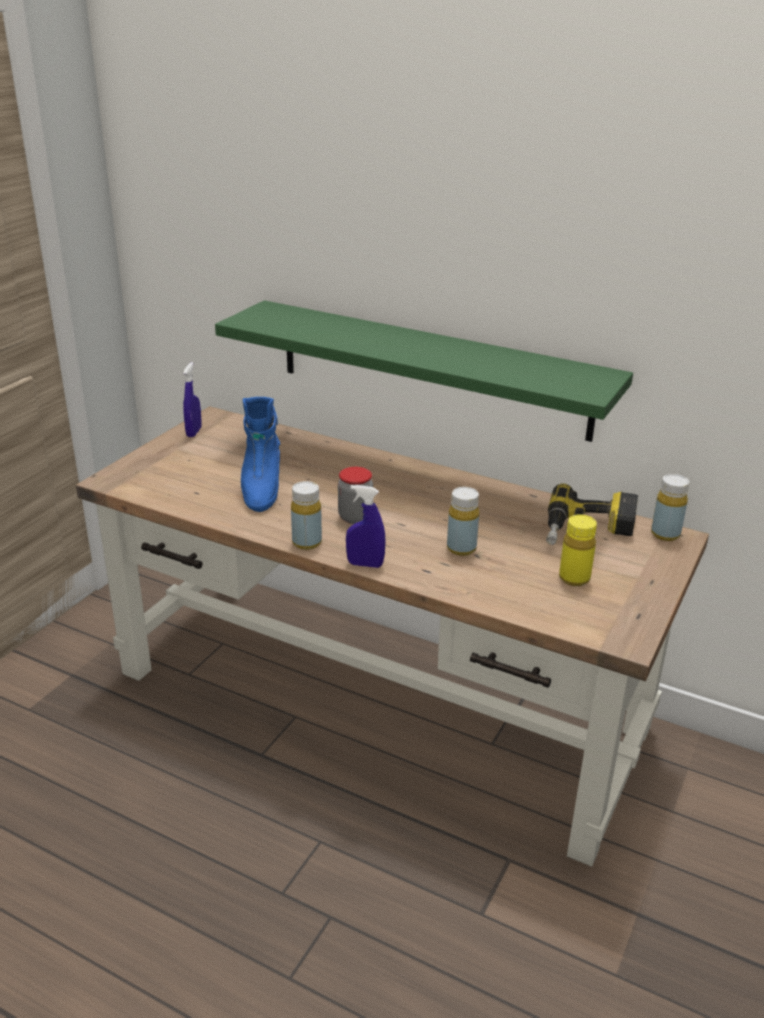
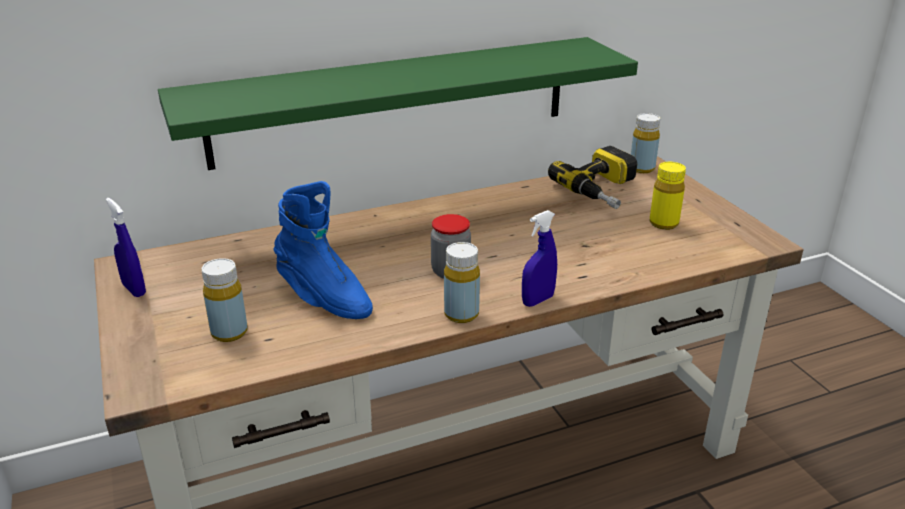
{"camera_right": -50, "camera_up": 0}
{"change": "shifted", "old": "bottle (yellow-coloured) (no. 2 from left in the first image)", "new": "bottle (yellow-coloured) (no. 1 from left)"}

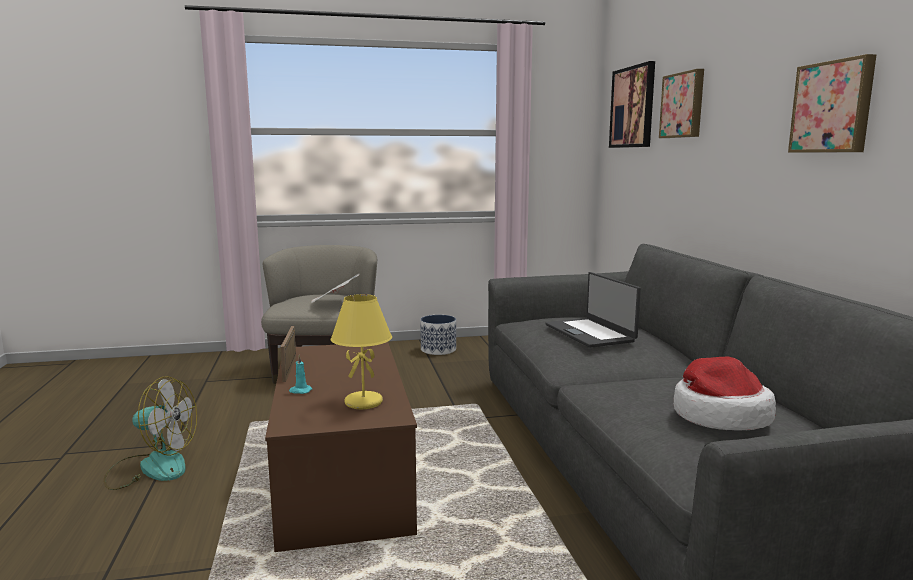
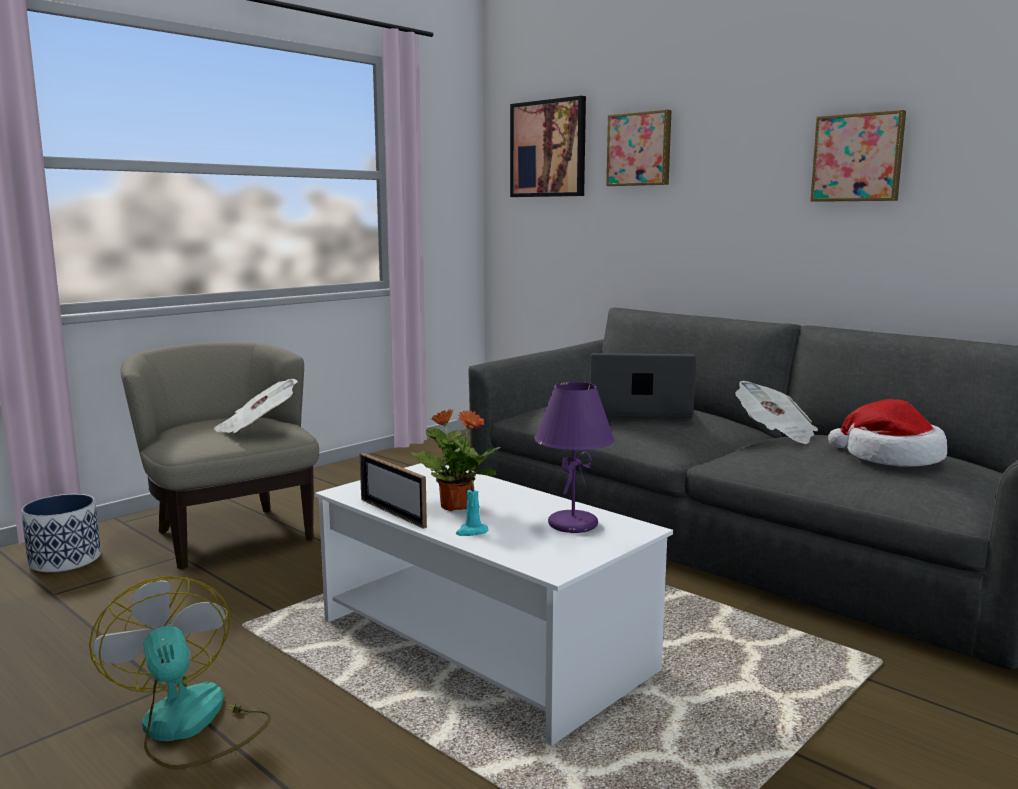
{"camera_right": -35, "camera_up": 0}
{"change": "rotated", "old": "fan", "degrees": -90}
{"change": "repainted", "old": "lounge table (brownish)", "new": "lounge table (white-coloured)"}
{"change": "repainted", "old": "table lamp (yellow-coloured)", "new": "table lamp (purple)"}
{"change": "shifted", "old": "plant pot"}
{"change": "rotated", "old": "notebook computer", "degrees": 150}
{"change": "new", "new": "plant in a pot"}
{"change": "new", "new": "newspaper (no. 2 from left)"}

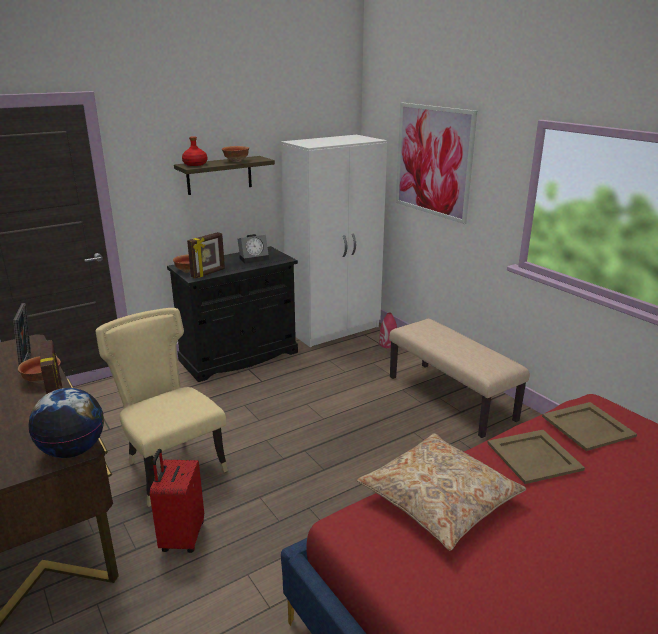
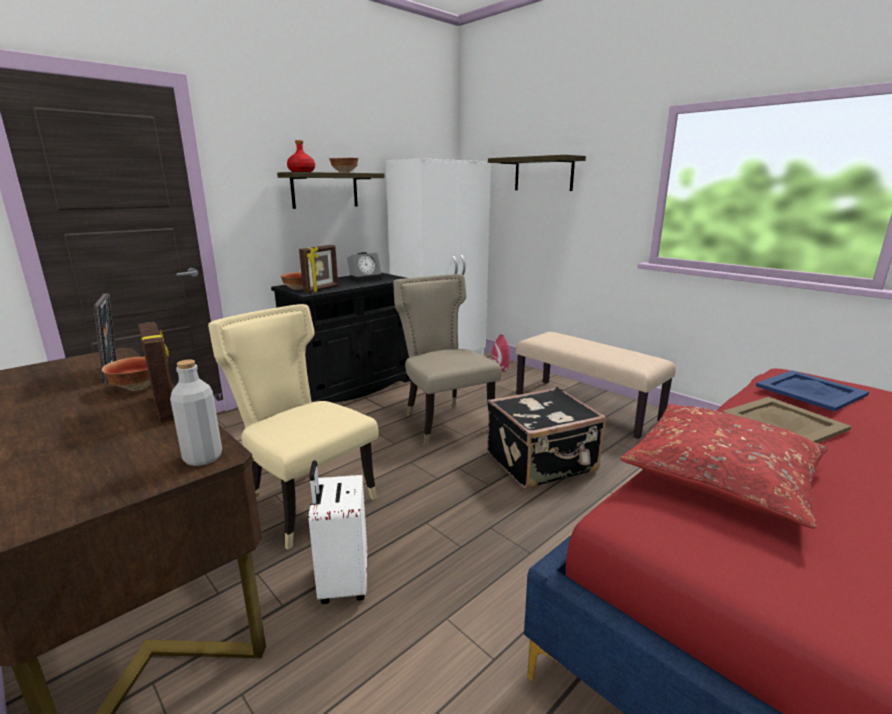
{"camera_right": -10, "camera_up": -5}
{"change": "swapped", "old": "desk globe", "new": "bottle (grey)"}
{"change": "repainted", "old": "travel case (red)", "new": "travel case (white-coloured)"}
{"change": "repainted", "old": "cushion (beige)", "new": "cushion (red)"}
{"change": "swapped", "old": "wall art", "new": "shelf (no. 2 from left)"}
{"change": "repainted", "old": "serving tray (beige) (no. 2 from left)", "new": "serving tray (blue-coloured)"}
{"change": "new", "new": "plain chair (beige) (no. 2 from left)"}
{"change": "new", "new": "travel case (black)"}

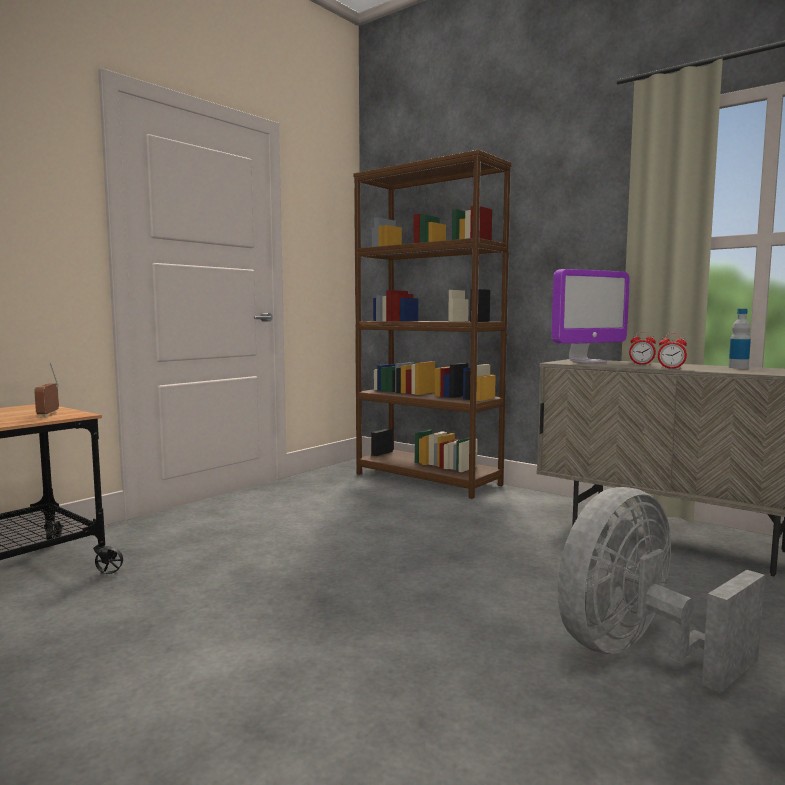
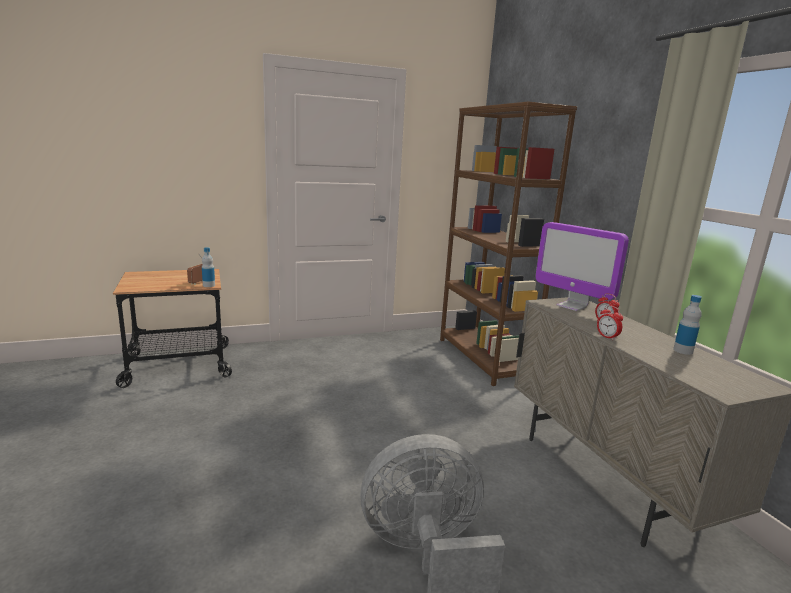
{"camera_right": 30, "camera_up": 10}
{"change": "rotated", "old": "computer display", "degrees": 45}
{"change": "new", "new": "bottle (no. 1 from left)"}

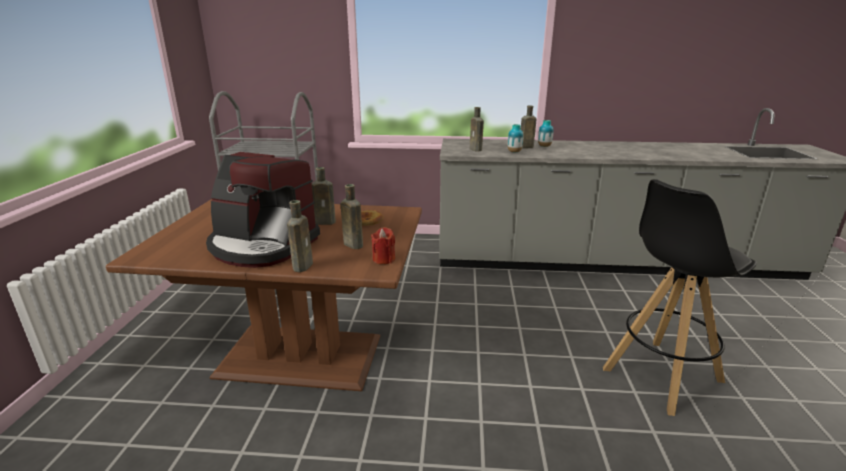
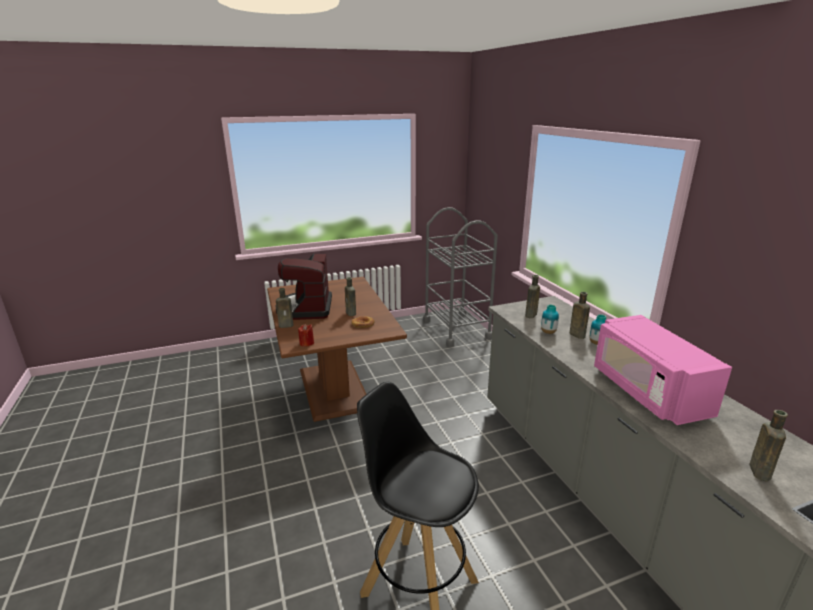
{"camera_right": 65, "camera_up": 0}
{"change": "shifted", "old": "bottle (brownish) (no. 3 from left in the first image)", "new": "bottle (brownish) (no. 5 from left)"}
{"change": "new", "new": "microwave oven (pinkish)"}

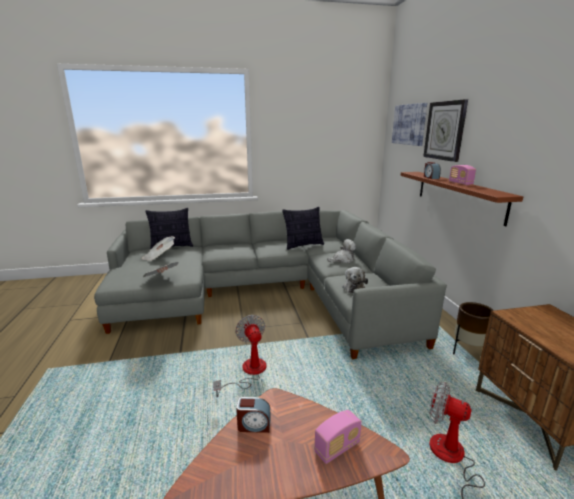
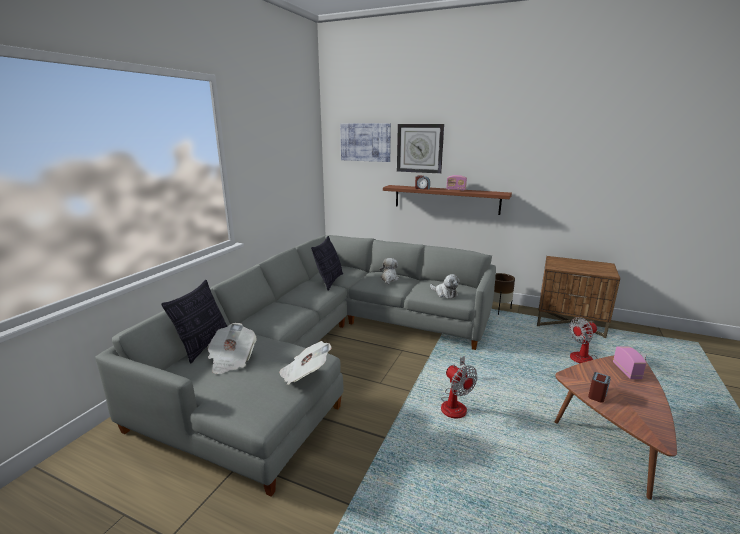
{"camera_right": -55, "camera_up": 0}
{"change": "rotated", "old": "fan (no. 1 from left)", "degrees": -135}

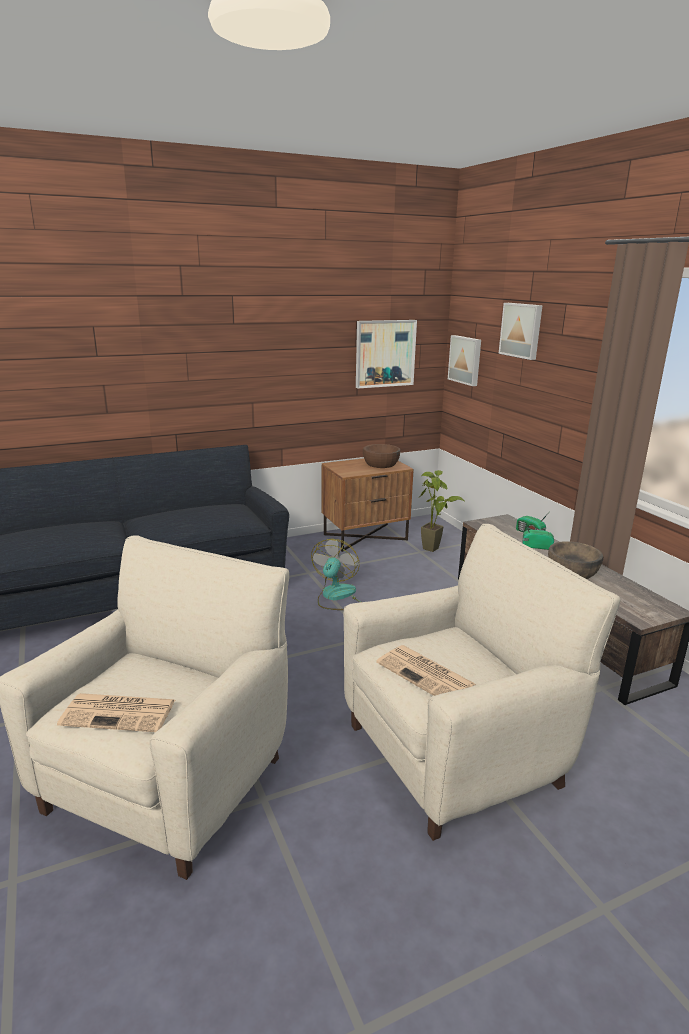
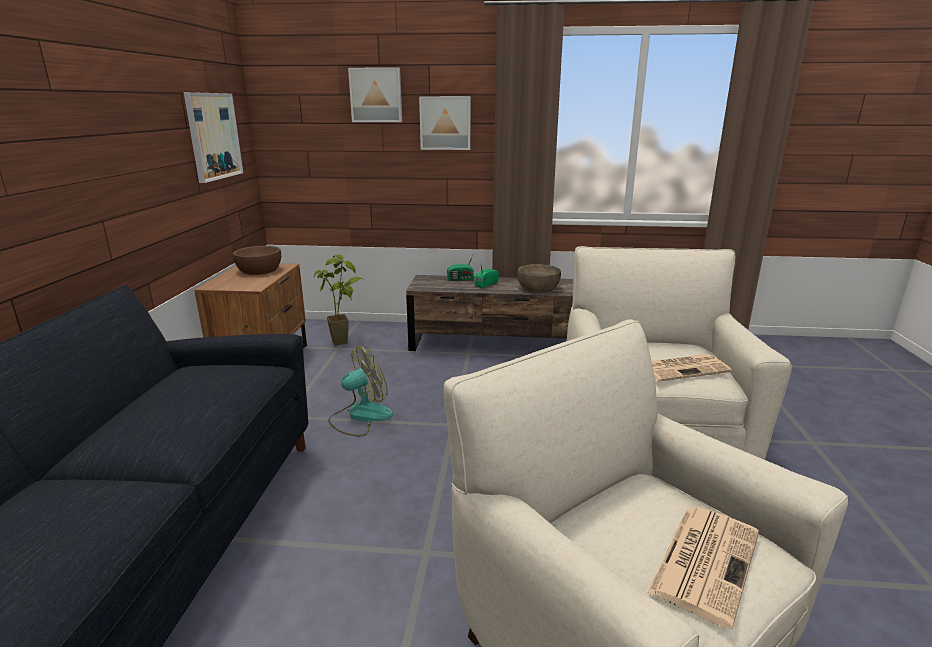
{"camera_right": -60, "camera_up": 0}
{"change": "rotated", "old": "fan", "degrees": 105}
{"change": "shifted", "old": "wall art (no. 2 from left in the first image)", "new": "wall art (no. 3 from left)"}

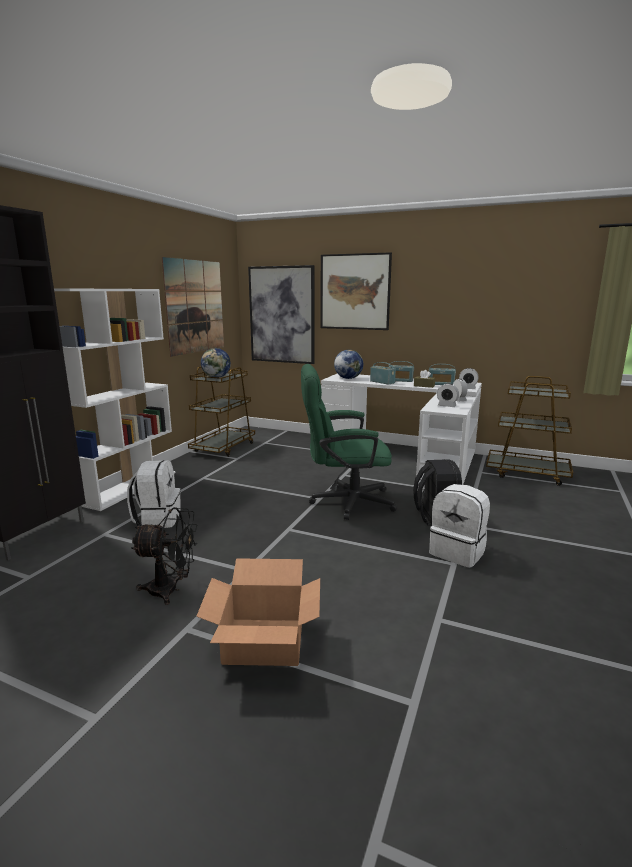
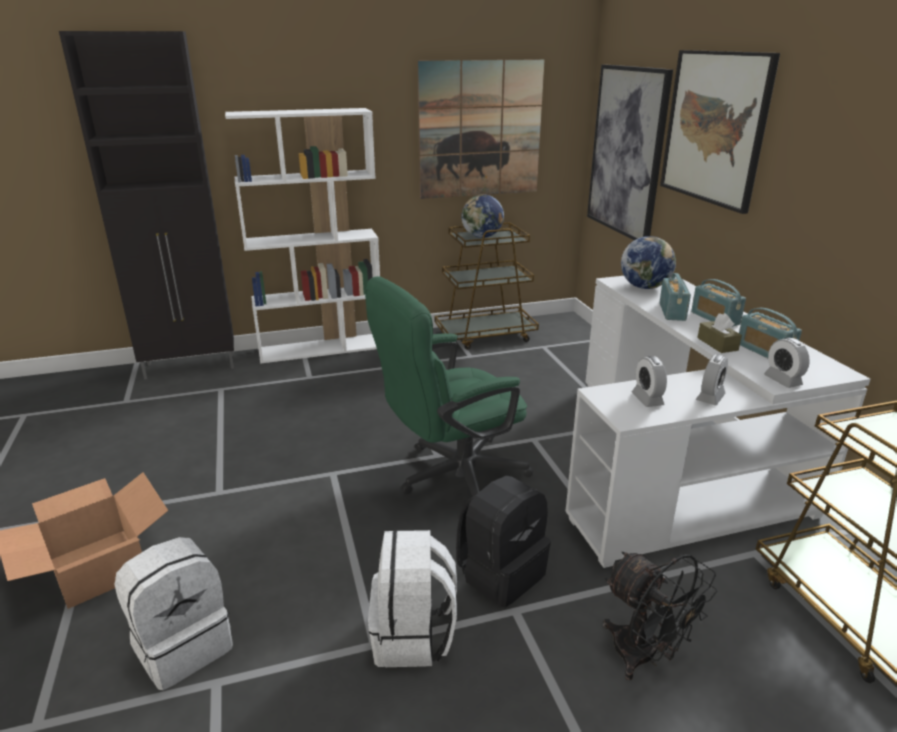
{"camera_right": 50, "camera_up": 10}
{"change": "shifted", "old": "knapsack (white-coloured) (no. 1 from left)"}
{"change": "shifted", "old": "fan (black)"}
{"change": "rotated", "old": "office chair (green)", "degrees": -75}

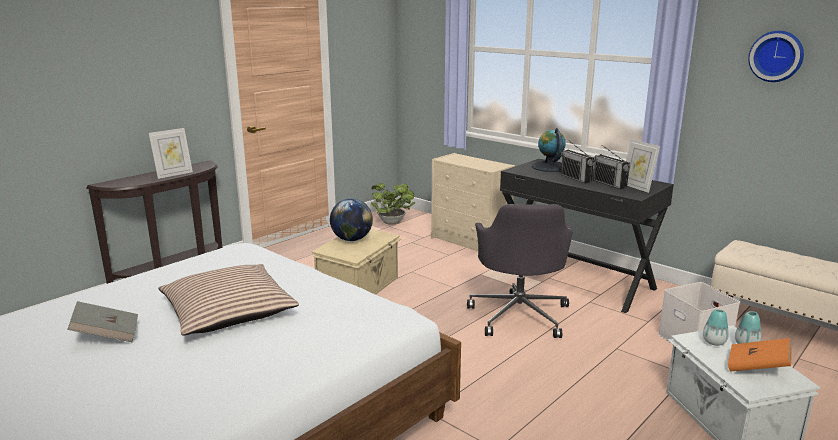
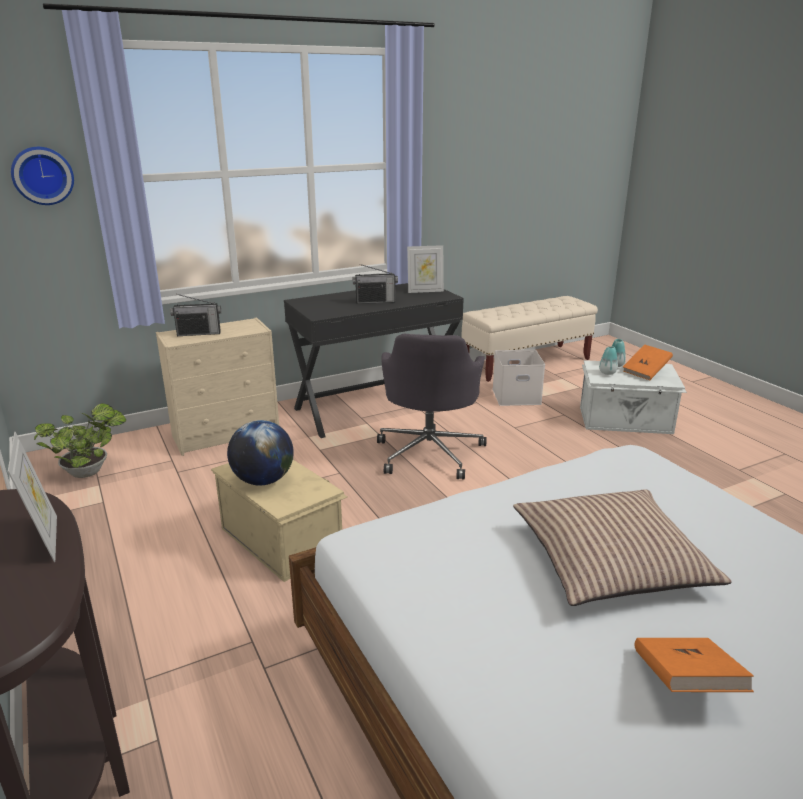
{"camera_right": -70, "camera_up": 5}
{"change": "repainted", "old": "volume (grey)", "new": "volume (orange-coloured) (no. 2 from left)"}
{"change": "rotated", "old": "office chair (grey)", "degrees": 75}
{"change": "gone", "old": "desk globe (no. 2 from left)"}
{"change": "shifted", "old": "radio (no. 2 from left in the first image)", "new": "radio (no. 1 from left)"}
{"change": "shifted", "old": "clock on the wall"}

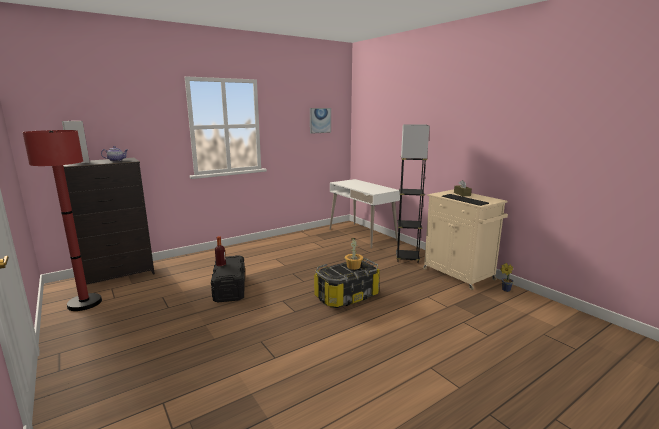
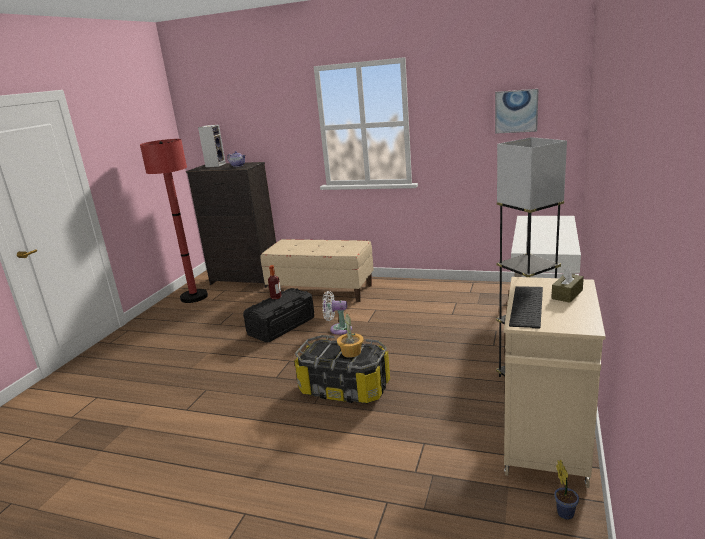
{"camera_right": 55, "camera_up": 5}
{"change": "new", "new": "bench (beige)"}
{"change": "new", "new": "fan (white-coloured)"}

